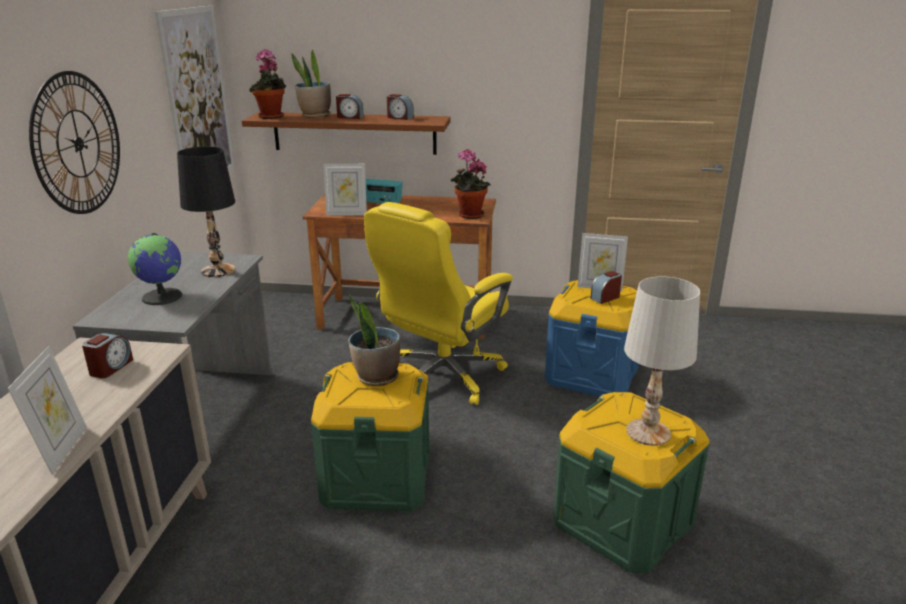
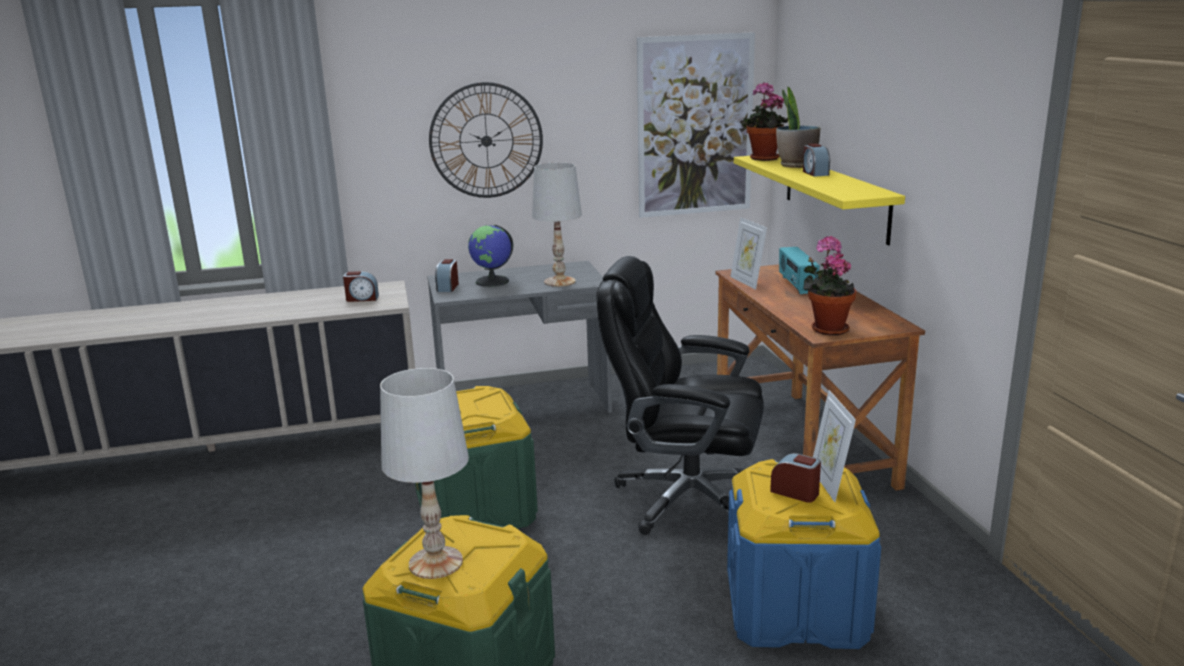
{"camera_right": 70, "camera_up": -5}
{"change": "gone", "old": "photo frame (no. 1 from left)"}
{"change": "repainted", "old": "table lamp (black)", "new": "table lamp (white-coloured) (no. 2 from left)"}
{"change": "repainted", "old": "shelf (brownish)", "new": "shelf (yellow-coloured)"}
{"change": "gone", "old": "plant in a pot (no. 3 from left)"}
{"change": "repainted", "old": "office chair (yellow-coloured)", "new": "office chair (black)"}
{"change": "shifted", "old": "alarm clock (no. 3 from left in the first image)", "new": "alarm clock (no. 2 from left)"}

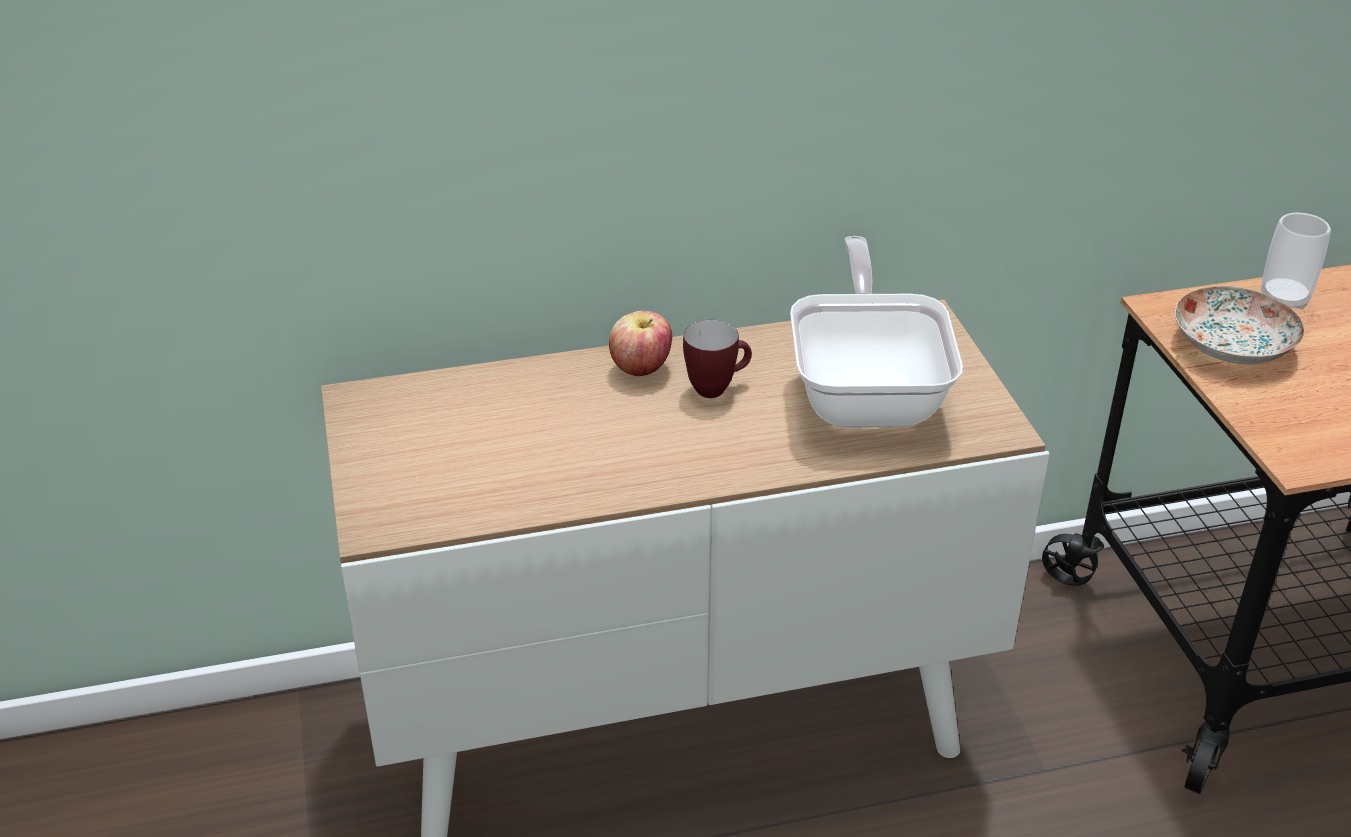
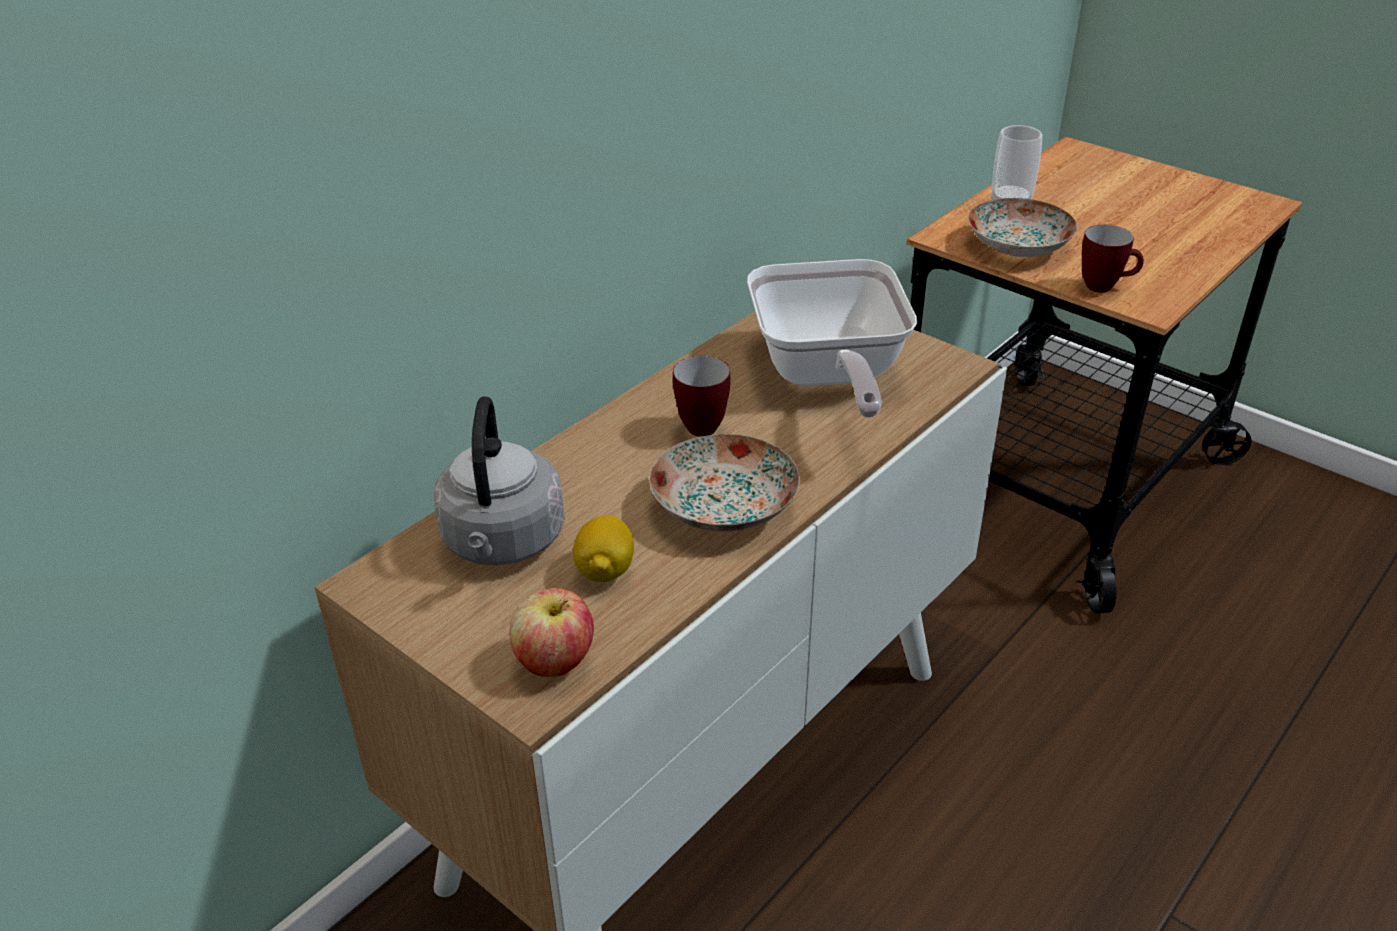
{"camera_right": -35, "camera_up": 0}
{"change": "shifted", "old": "apple"}
{"change": "rotated", "old": "frying pan", "degrees": -150}
{"change": "new", "new": "water kettle (grey)"}
{"change": "new", "new": "whole lemon"}
{"change": "new", "new": "dinner plate (no. 1 from left)"}
{"change": "new", "new": "coffee mug (no. 2 from left)"}

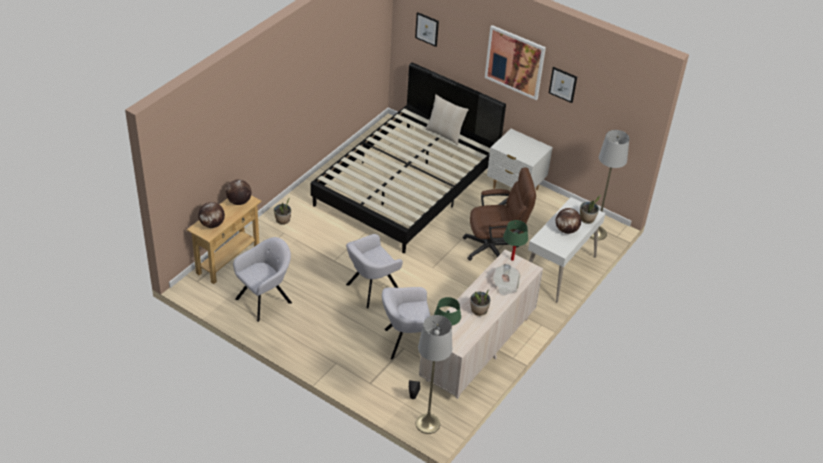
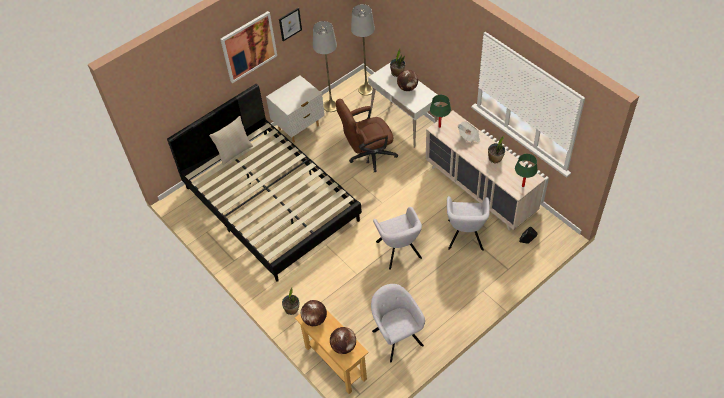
{"camera_right": -70, "camera_up": 10}
{"change": "gone", "old": "wall art (no. 1 from left)"}
{"change": "shifted", "old": "standing lamp (grey) (no. 1 from left)"}
{"change": "rotated", "old": "office chair (brownish)", "degrees": -120}

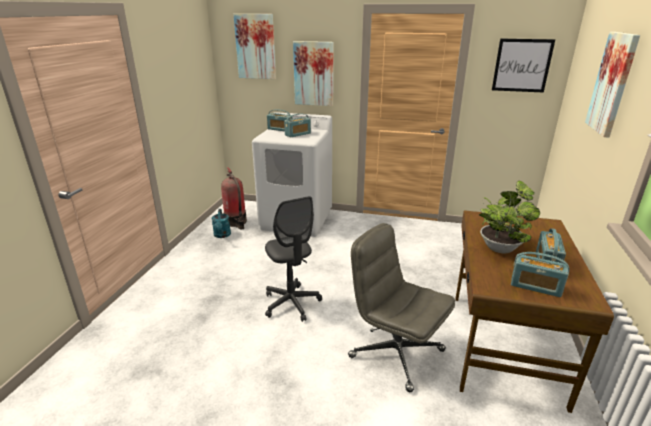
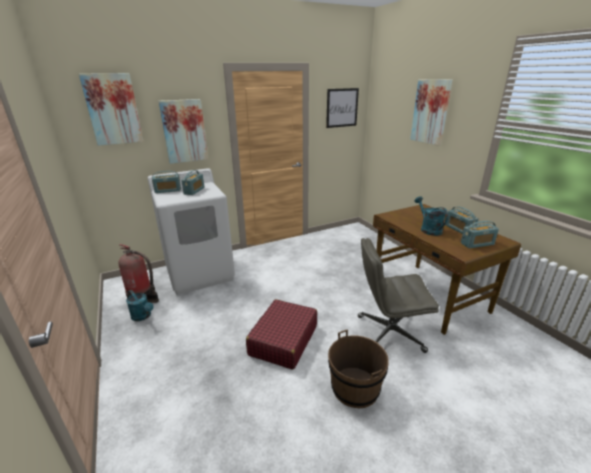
{"camera_right": -40, "camera_up": 0}
{"change": "swapped", "old": "office chair (grey) (no. 1 from left)", "new": "travel case (red)"}
{"change": "swapped", "old": "plant in a pot", "new": "watering pot (turquoise-coloured) (no. 2 from left)"}
{"change": "new", "new": "bucket (brownish)"}

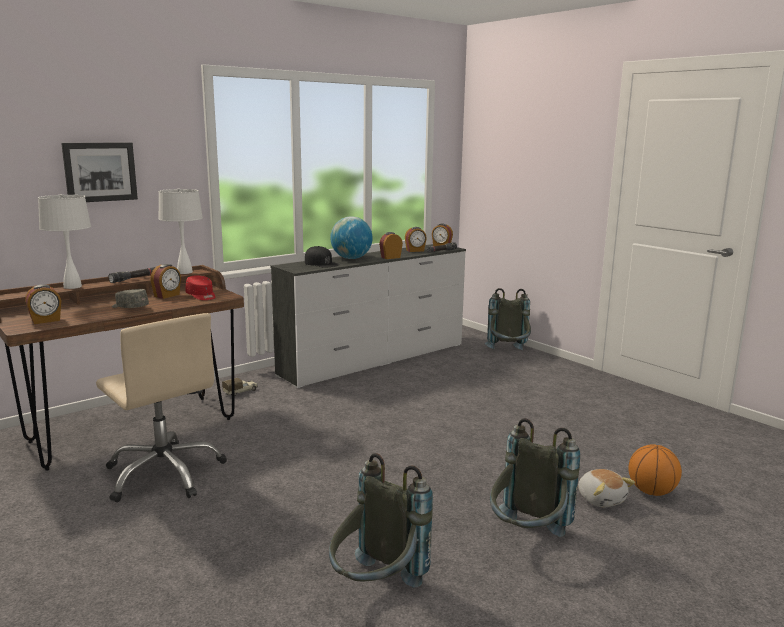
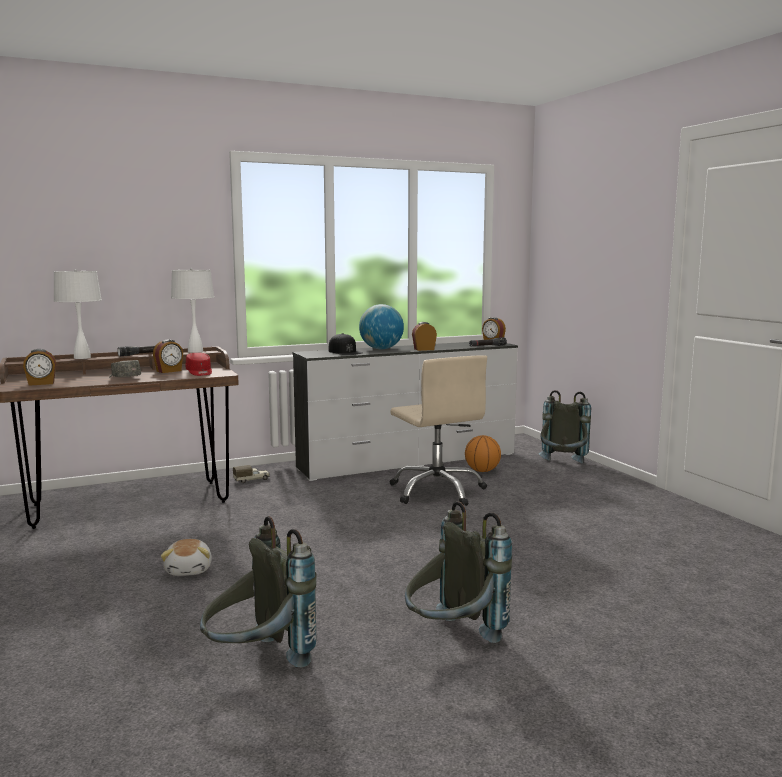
{"camera_right": 15, "camera_up": -5}
{"change": "gone", "old": "wall art"}
{"change": "shifted", "old": "office chair (beige)"}
{"change": "gone", "old": "alarm clock (no. 4 from left)"}
{"change": "shifted", "old": "soft toy"}
{"change": "shifted", "old": "basketball ball"}

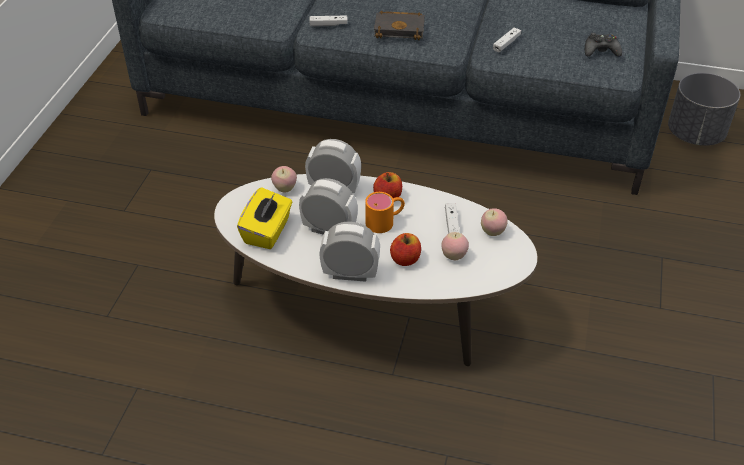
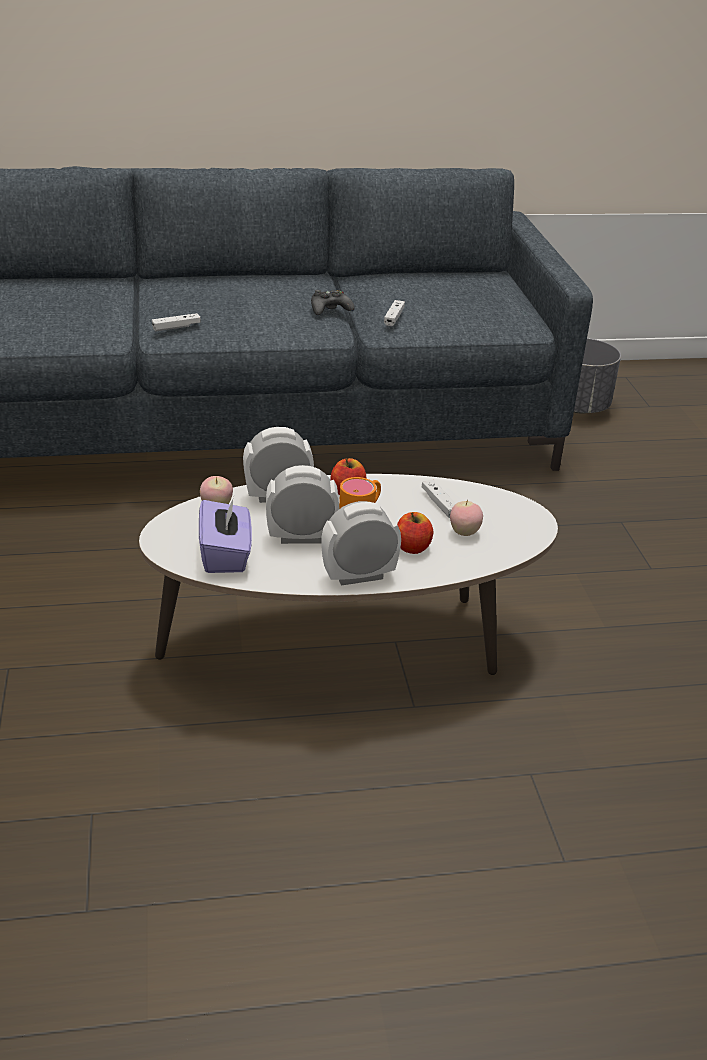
{"camera_right": -25, "camera_up": -10}
{"change": "repainted", "old": "tissue box (yellow-coloured)", "new": "tissue box (purple)"}
{"change": "gone", "old": "volume (black)"}
{"change": "gone", "old": "apple (no. 5 from left)"}
{"change": "shifted", "old": "joypad (black)"}

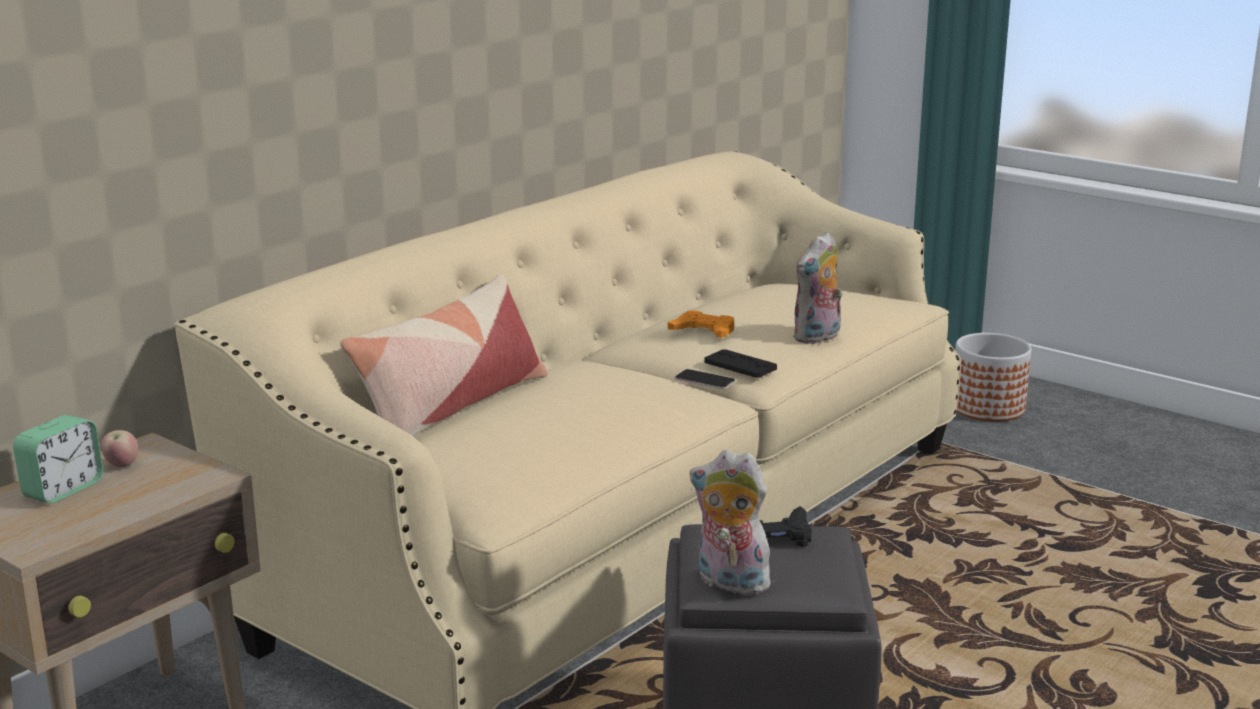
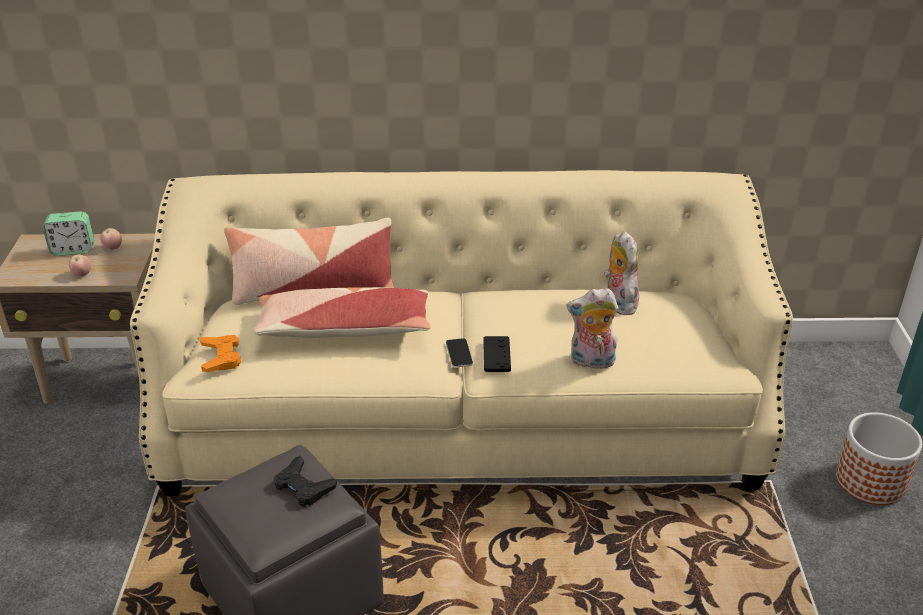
{"camera_right": 50, "camera_up": 15}
{"change": "shifted", "old": "joypad (orange-coloured)"}
{"change": "shifted", "old": "soft toy (no. 1 from left in the first image)", "new": "soft toy (no. 2 from left)"}
{"change": "new", "new": "apple (no. 1 from left)"}
{"change": "new", "new": "cushion (no. 2 from left)"}

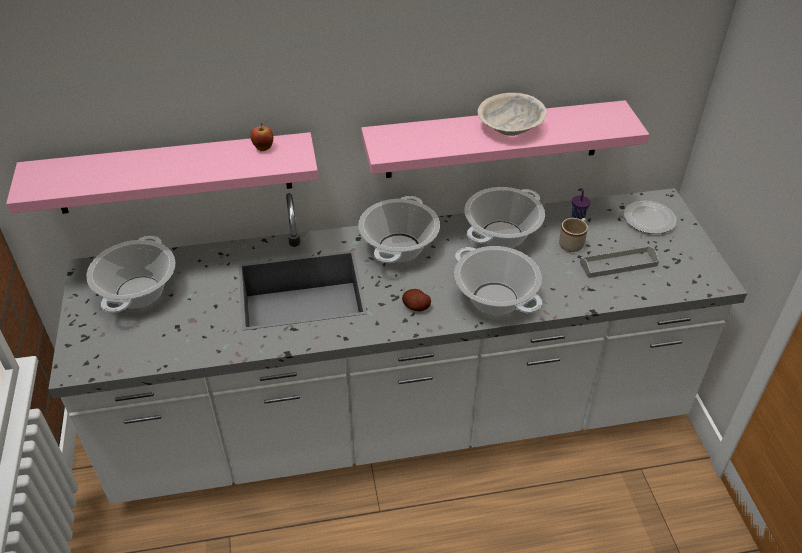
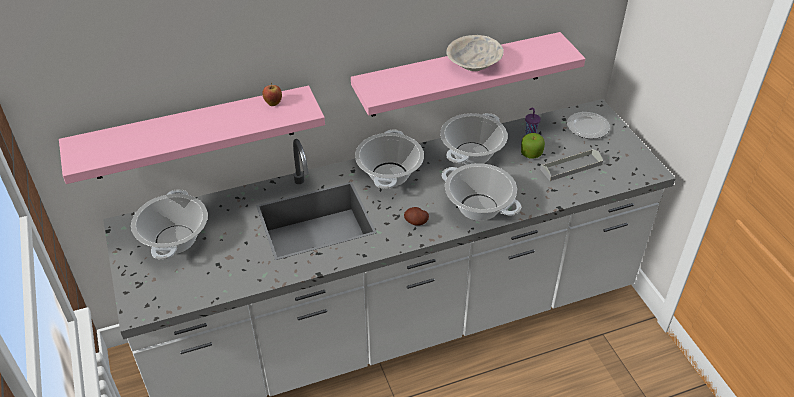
{"camera_right": -10, "camera_up": 0}
{"change": "swapped", "old": "coffee mug (beige)", "new": "apple (no. 2 from left)"}

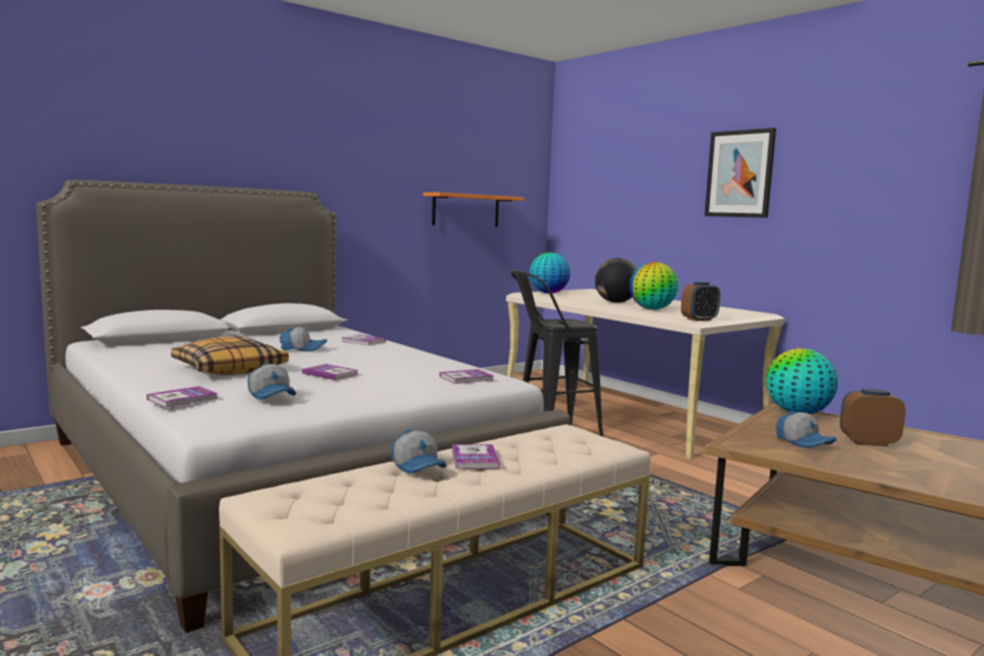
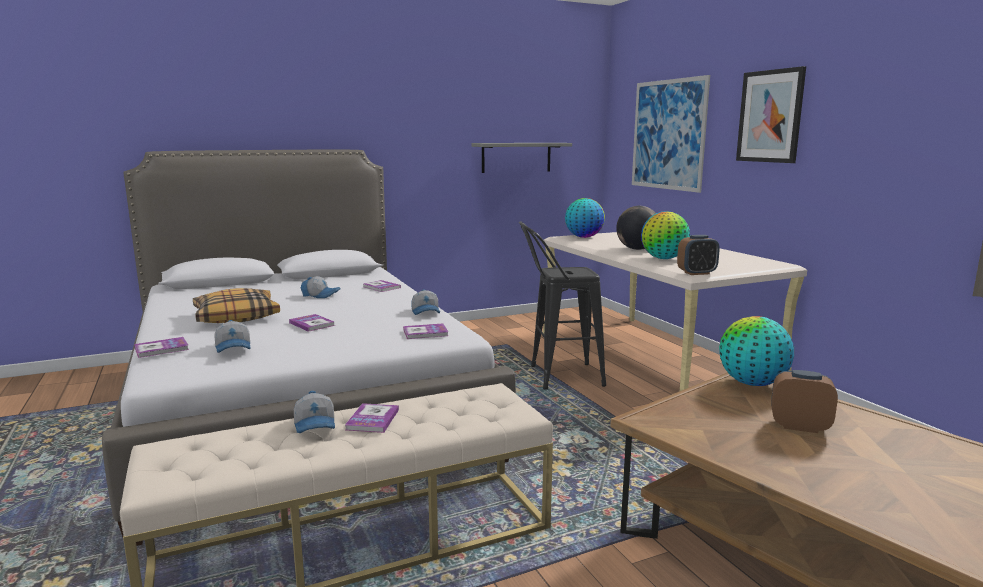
{"camera_right": 15, "camera_up": 5}
{"change": "repainted", "old": "shelf (orange-coloured)", "new": "shelf (grey)"}
{"change": "shifted", "old": "cap (no. 4 from left)"}
{"change": "new", "new": "wall art (no. 1 from left)"}

